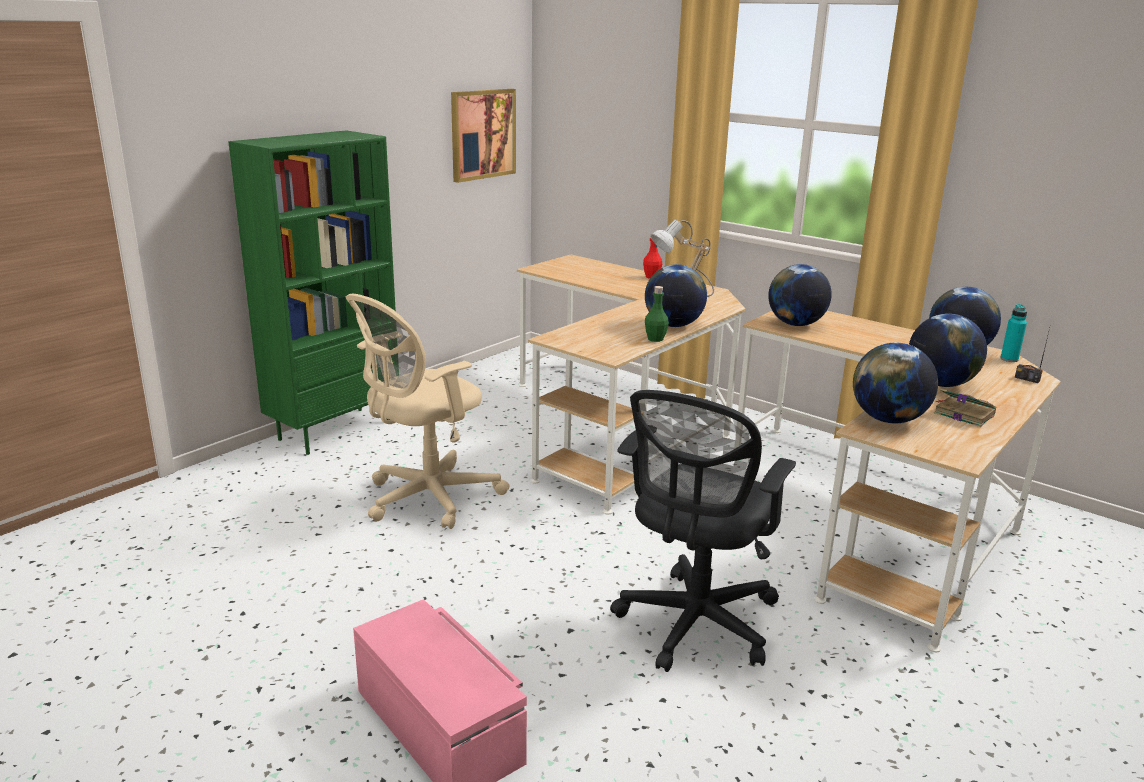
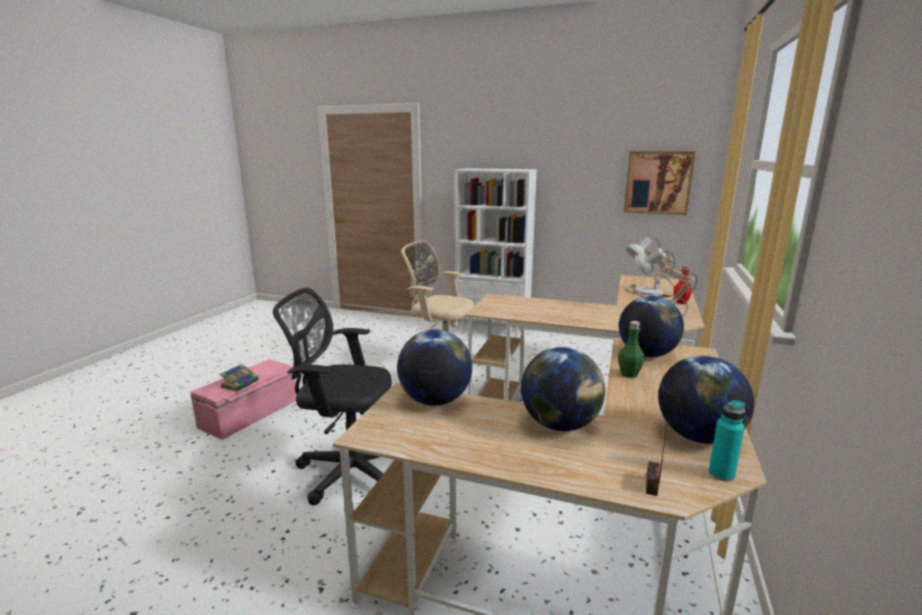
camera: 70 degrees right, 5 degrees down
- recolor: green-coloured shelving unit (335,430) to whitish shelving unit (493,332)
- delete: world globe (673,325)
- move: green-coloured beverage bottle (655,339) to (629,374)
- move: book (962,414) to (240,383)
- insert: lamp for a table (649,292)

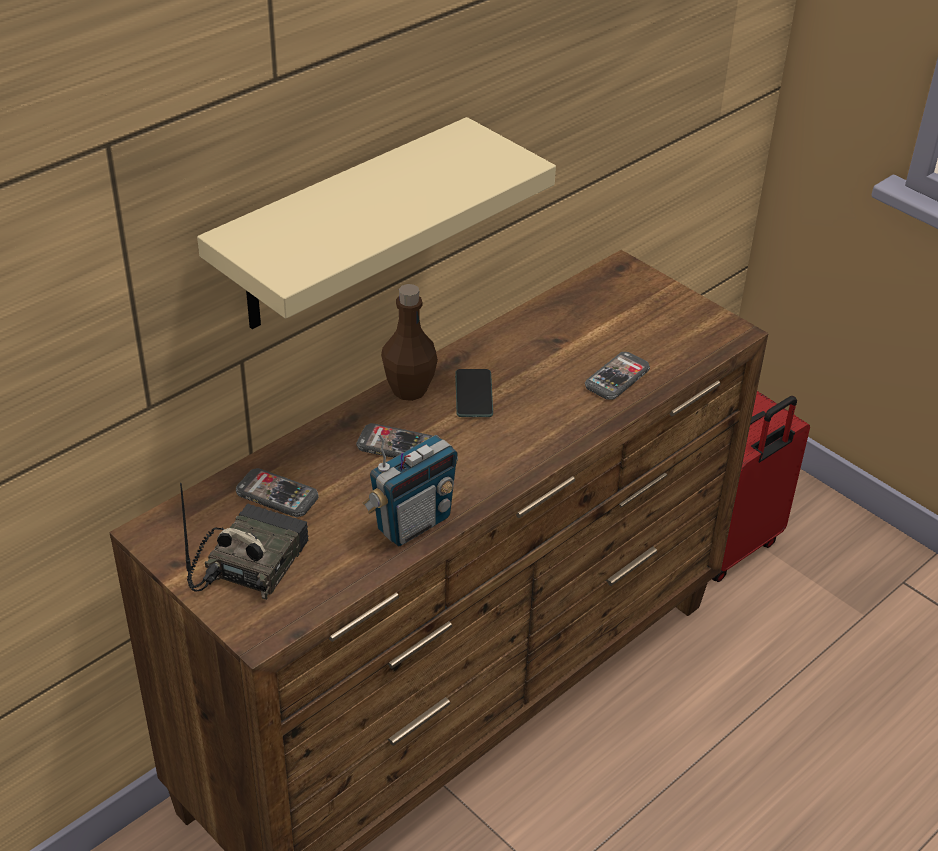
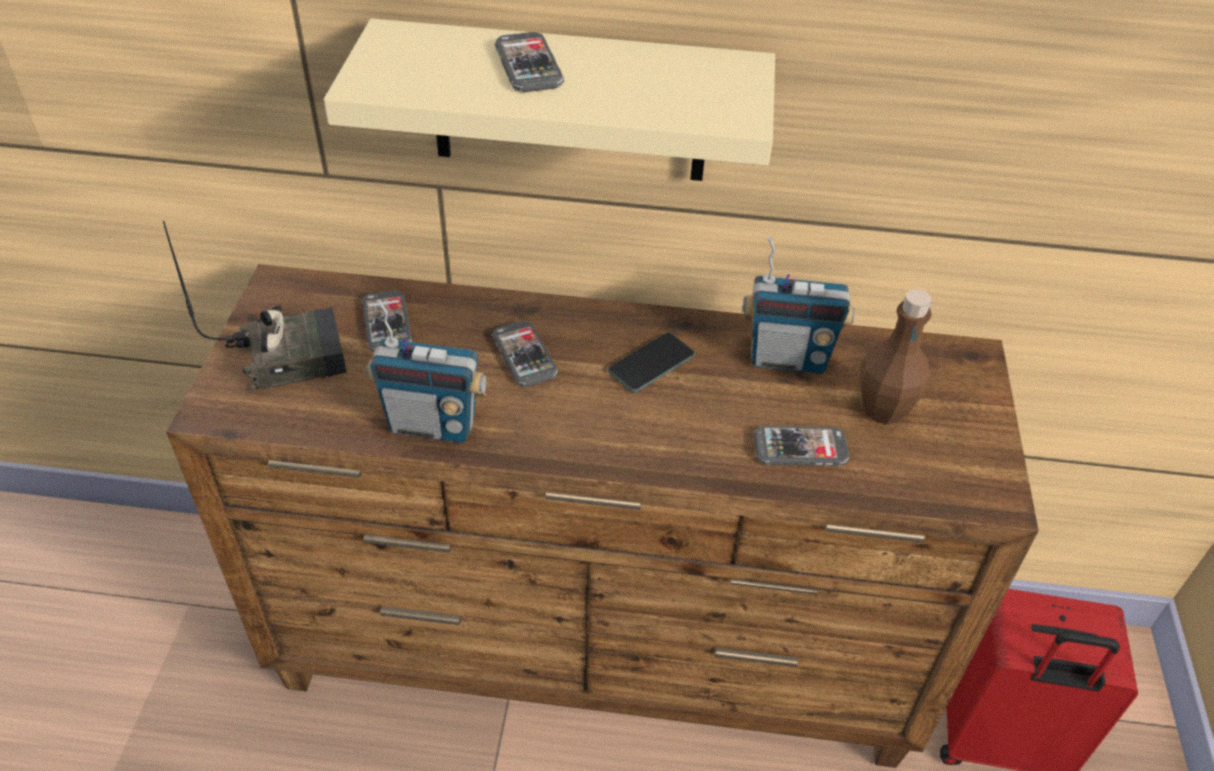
camera: 50 degrees right, 5 degrees up
- move: brownish beverage bottle (409,389) to (883,409)
- insert: phone (528,65)
- insert: radio (787,358)

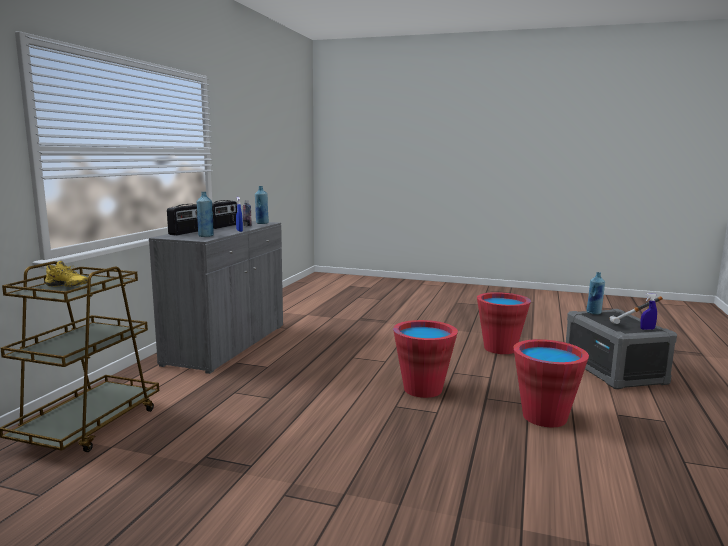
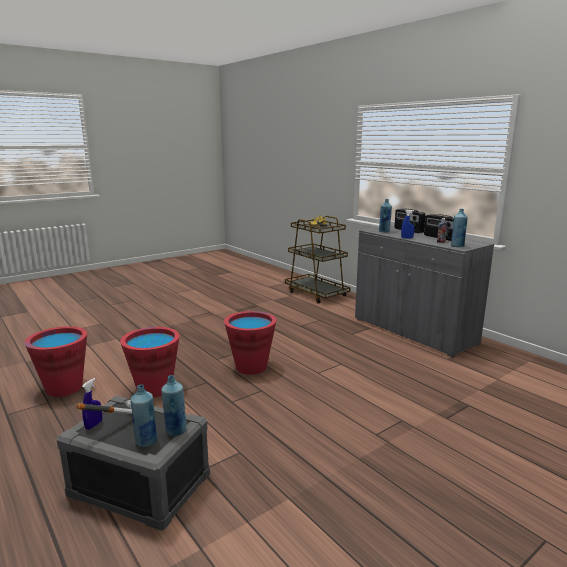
camera: 125 degrees right, 5 degrees up
- move: red pail (500,348) to (64,388)
- insert: blue beverage bottle (146,441)

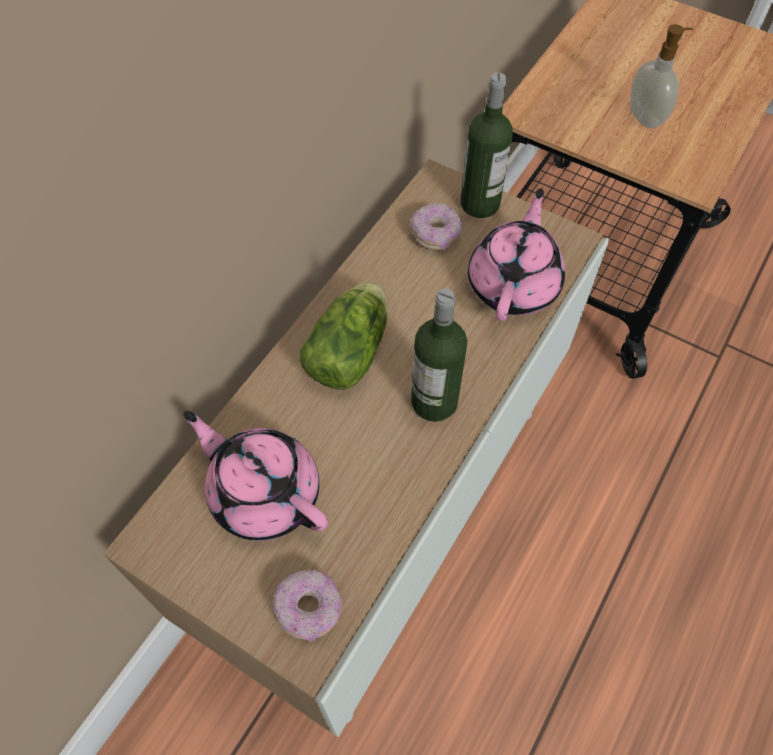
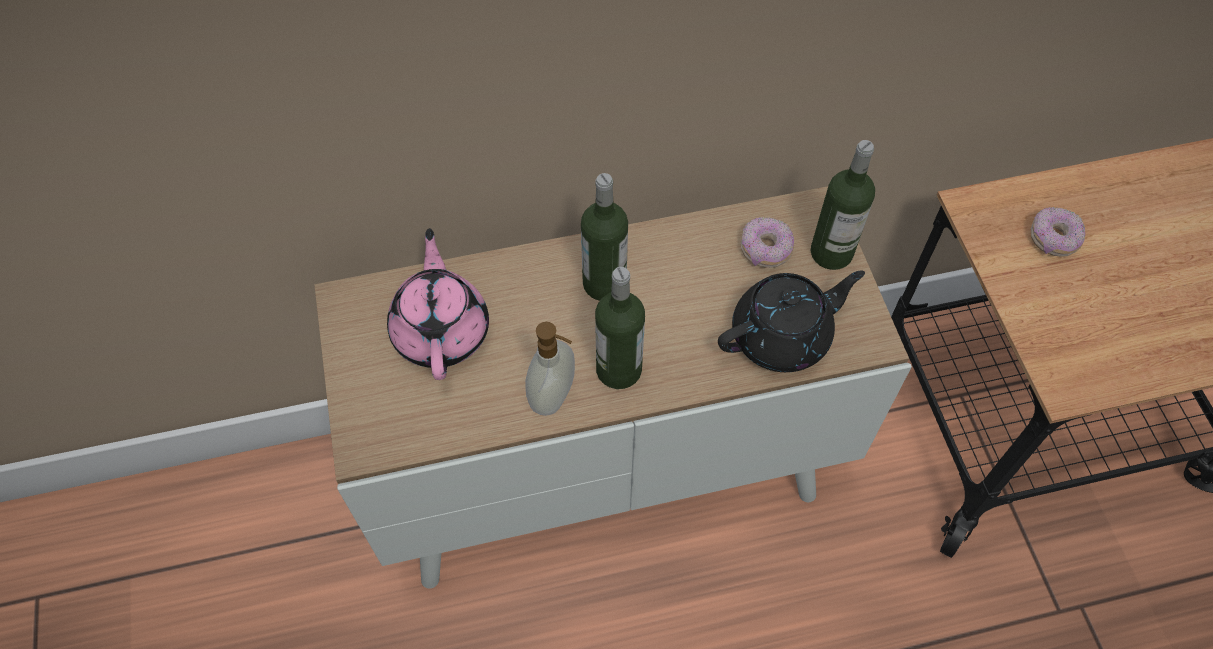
camera: 45 degrees right, 0 degrees up
- move: doughnut (309,608) to (1053,239)
- replace: lettuce head (351,348) to beverage bottle (604,283)
- recolor: pink teapot (514,284) to black-coloured teapot (782,336)
- move: liquid soap bottle (646,117) to (554,396)

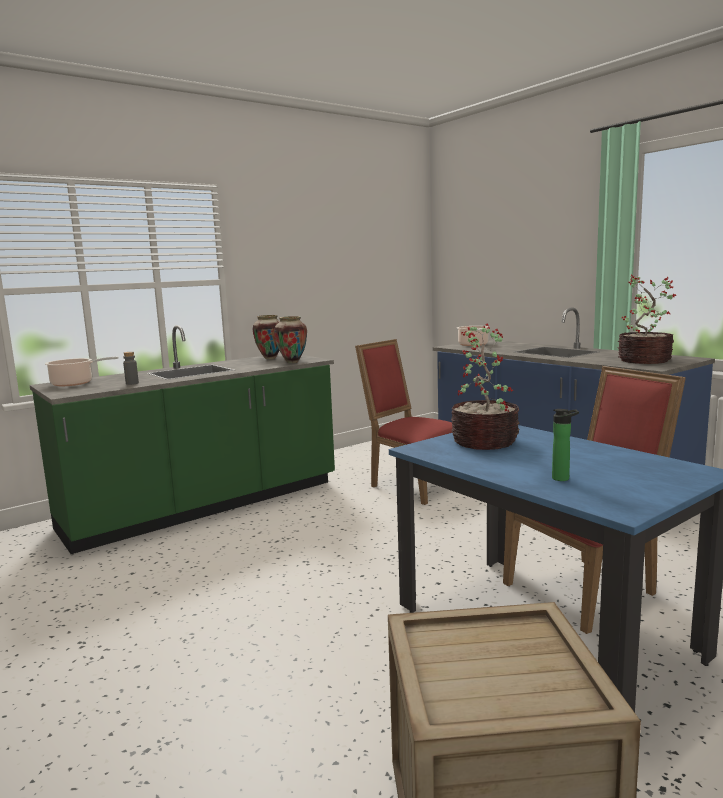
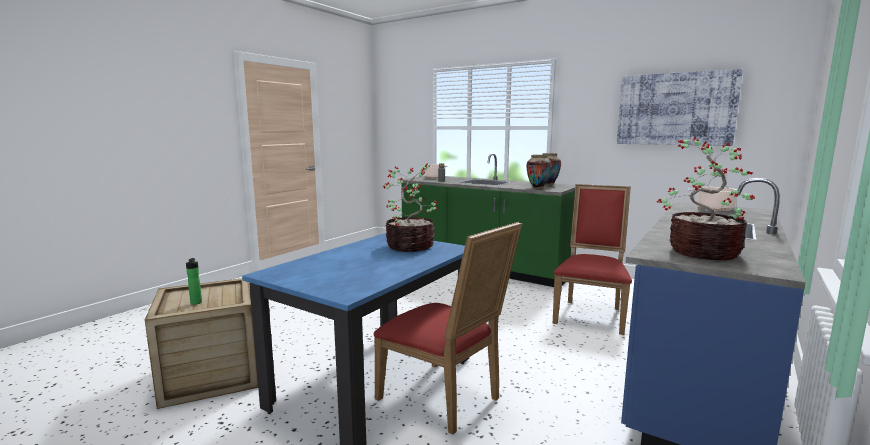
camera: 70 degrees right, 0 degrees up
- move: beverage bottle (563,478) to (196,303)
- insert: picture (675,109)

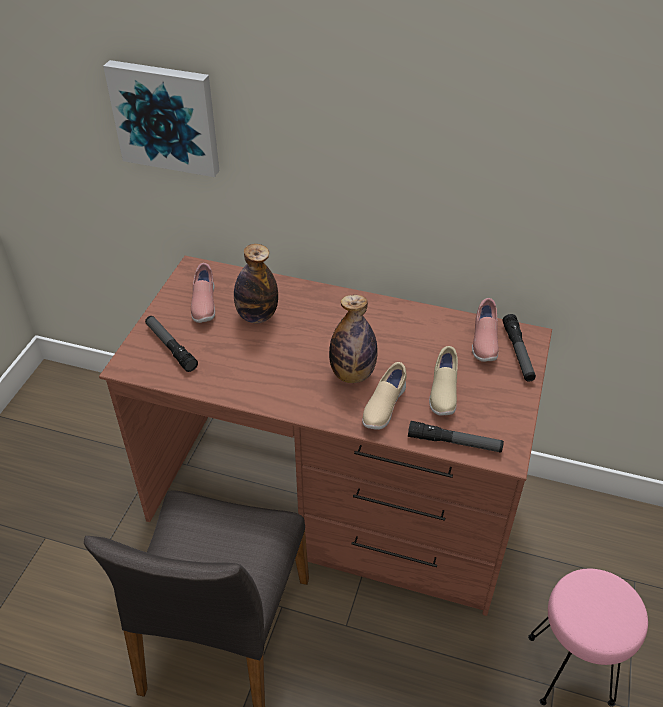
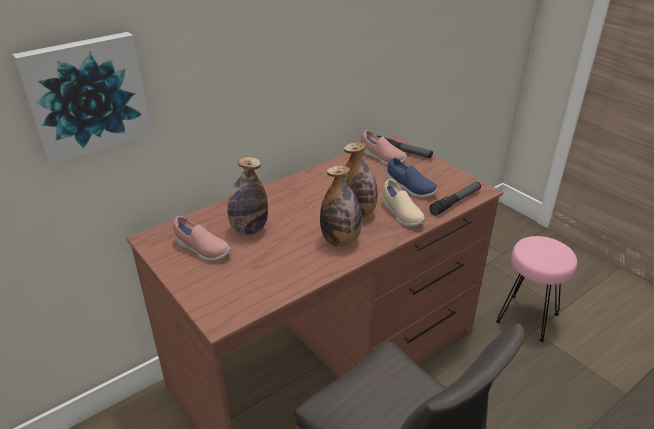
camera: 55 degrees left, 10 degrees down
- delete: hand torch (171,347)
- recolor: beige shoe (442,393) to blue shoe (410,188)
- insert: beverage bottle (340,240)

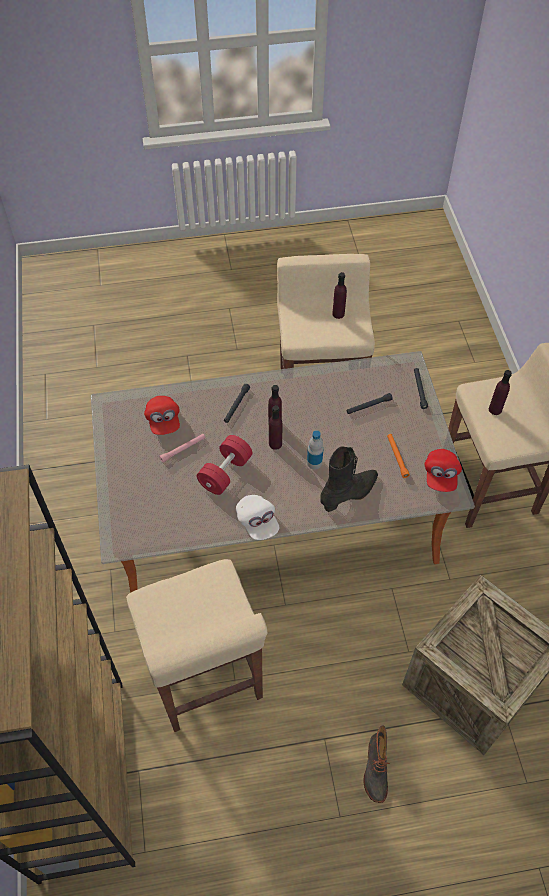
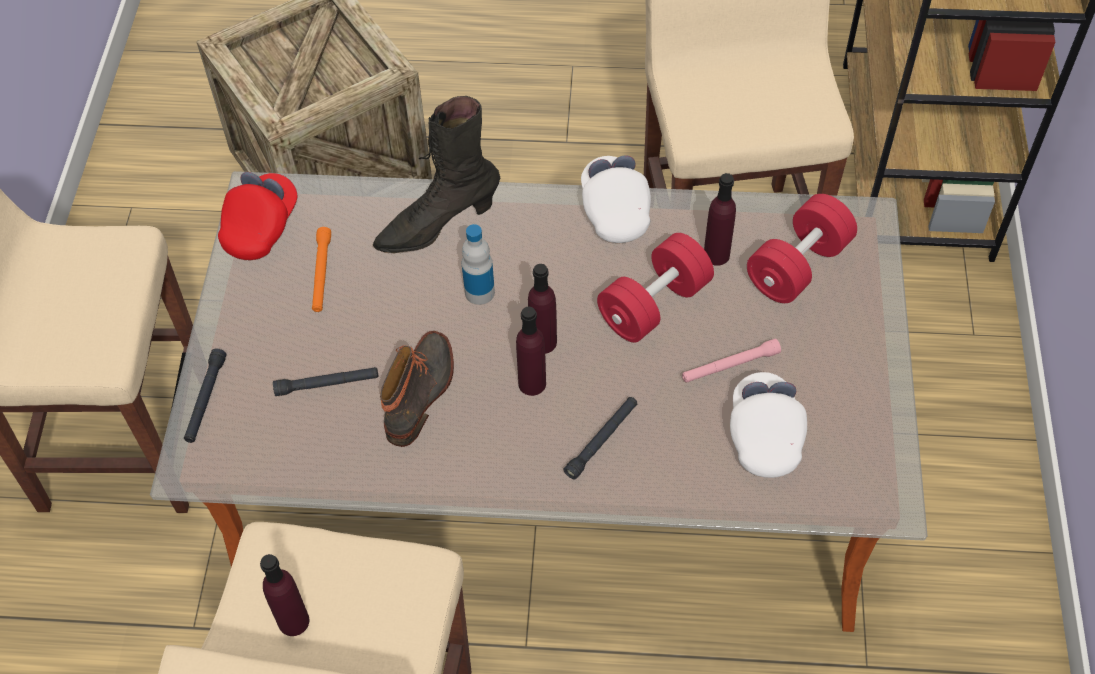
camera: 165 degrees left, 0 degrees up
- recolor: red cap (163,421) to whitish cap (764,434)
- move: high-top boot (375,769) to (421,393)
- move: purple beverage bottle (495,409) to (716,255)
- insert: red dumbbell (798,266)

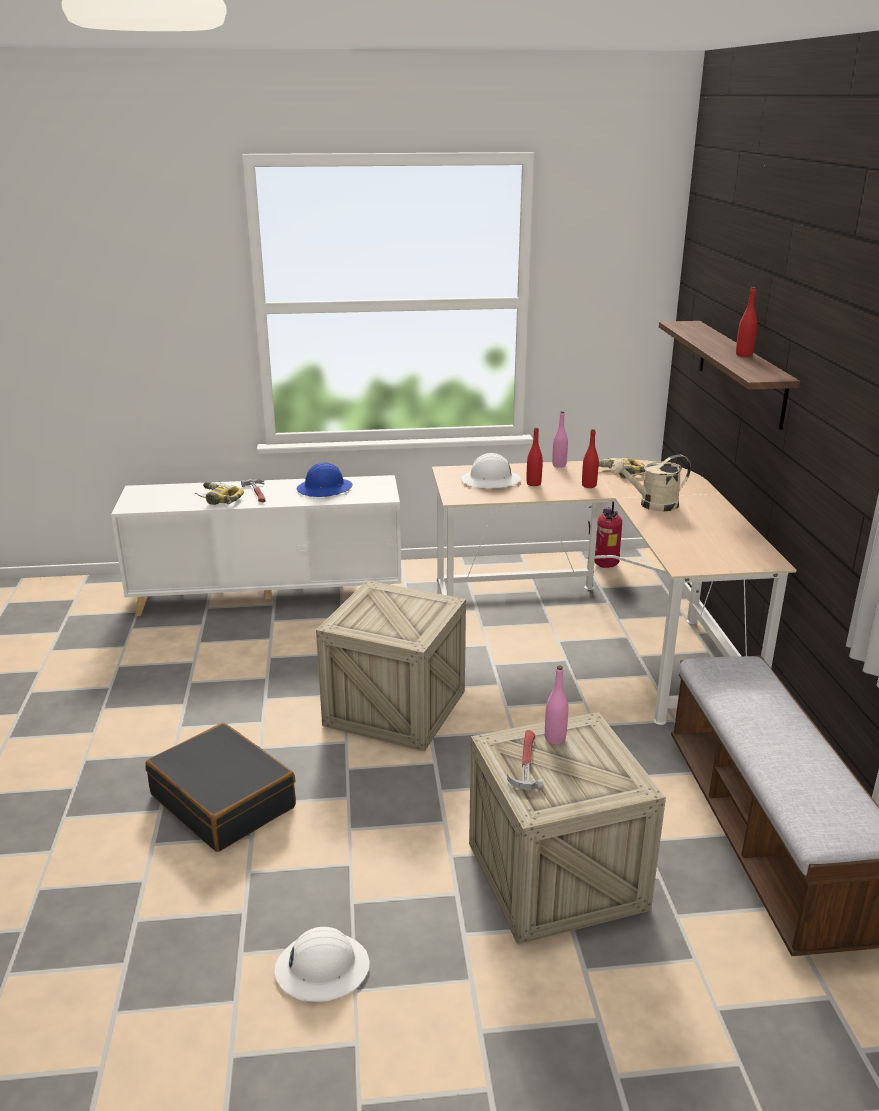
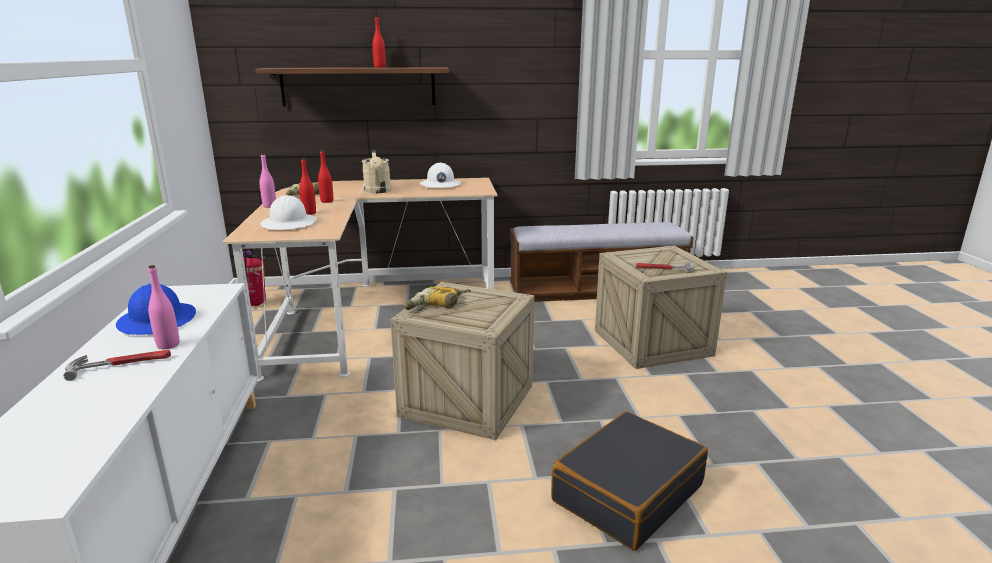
camera: 90 degrees left, 5 degrees down
- move: power drill (217,499) to (437,306)
- move: whitish hard hat (322,968) to (440,185)
- move: pink beverage bottle (555,738) to (168,345)

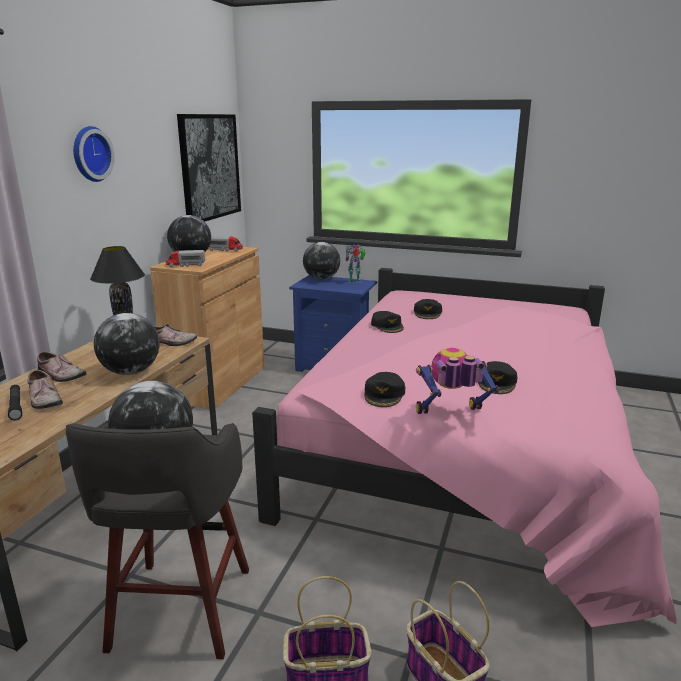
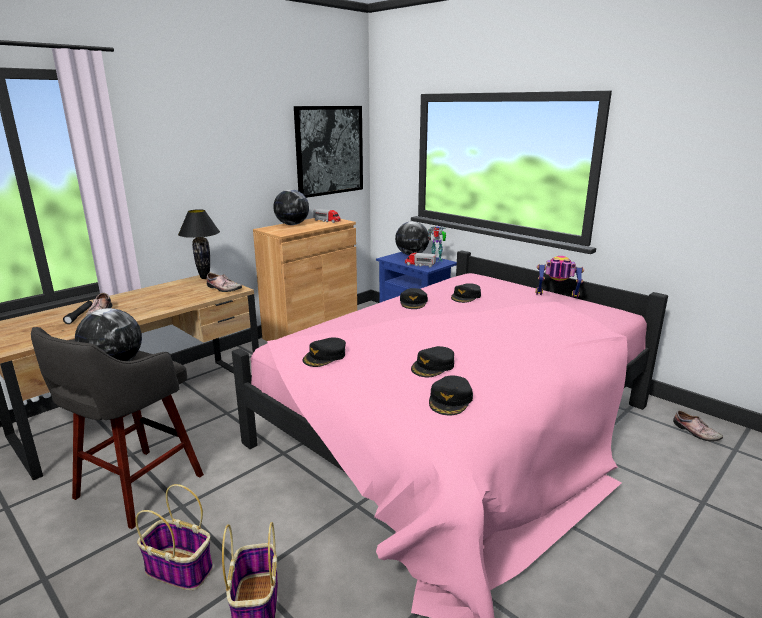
camera: 25 degrees right, 0 degrees up
- move: shoe (60,375) to (695,432)
- delete: hanging clock (89,154)
- delete: world globe (131,372)
- move: model truck (186,265) to (420,265)
- move: toy robot (451,415) to (556,298)
- insert: black-coloured cap (450,400)

